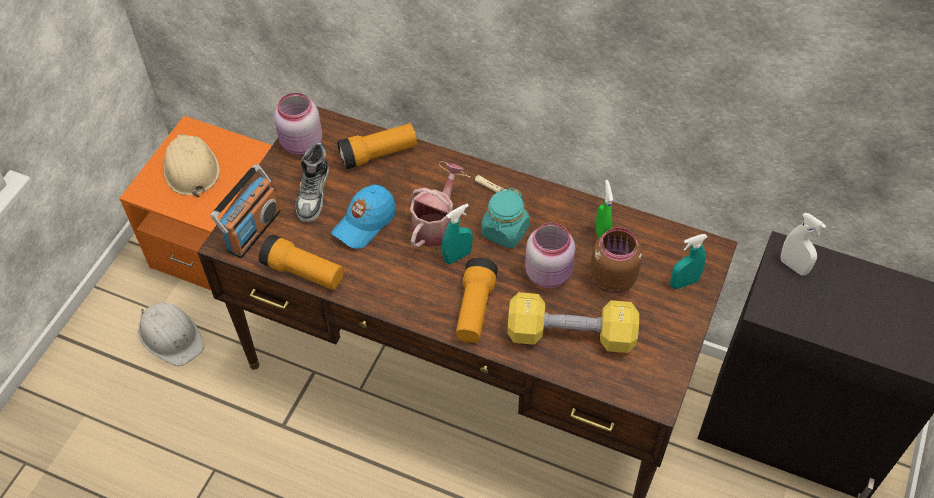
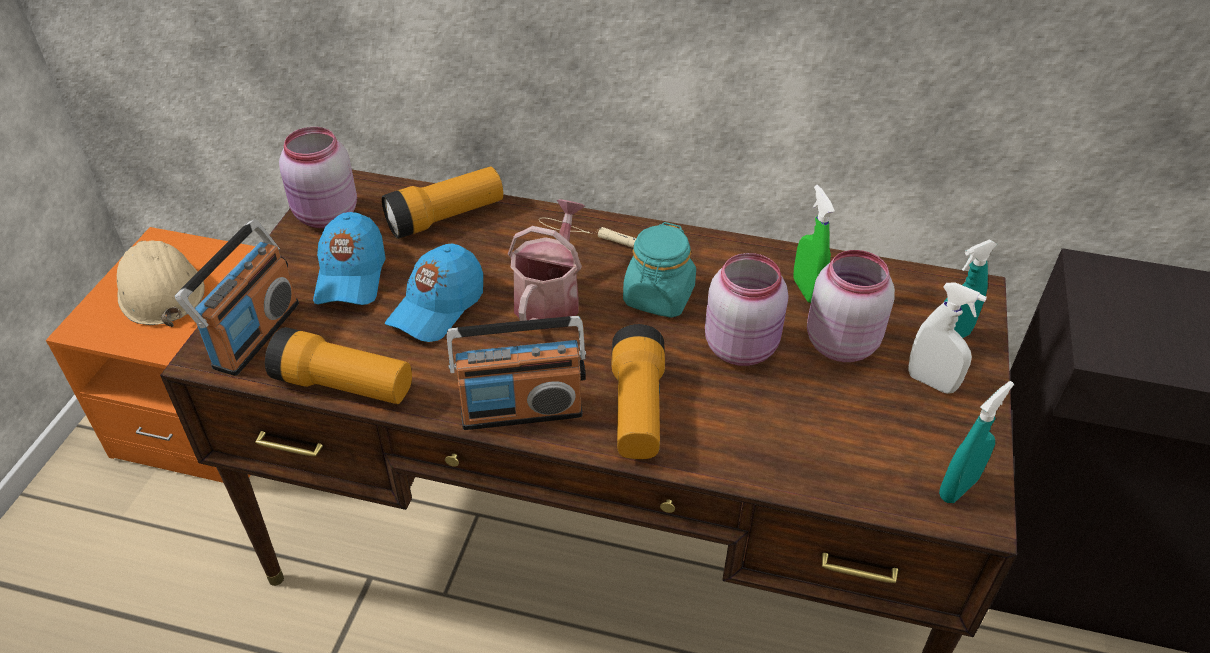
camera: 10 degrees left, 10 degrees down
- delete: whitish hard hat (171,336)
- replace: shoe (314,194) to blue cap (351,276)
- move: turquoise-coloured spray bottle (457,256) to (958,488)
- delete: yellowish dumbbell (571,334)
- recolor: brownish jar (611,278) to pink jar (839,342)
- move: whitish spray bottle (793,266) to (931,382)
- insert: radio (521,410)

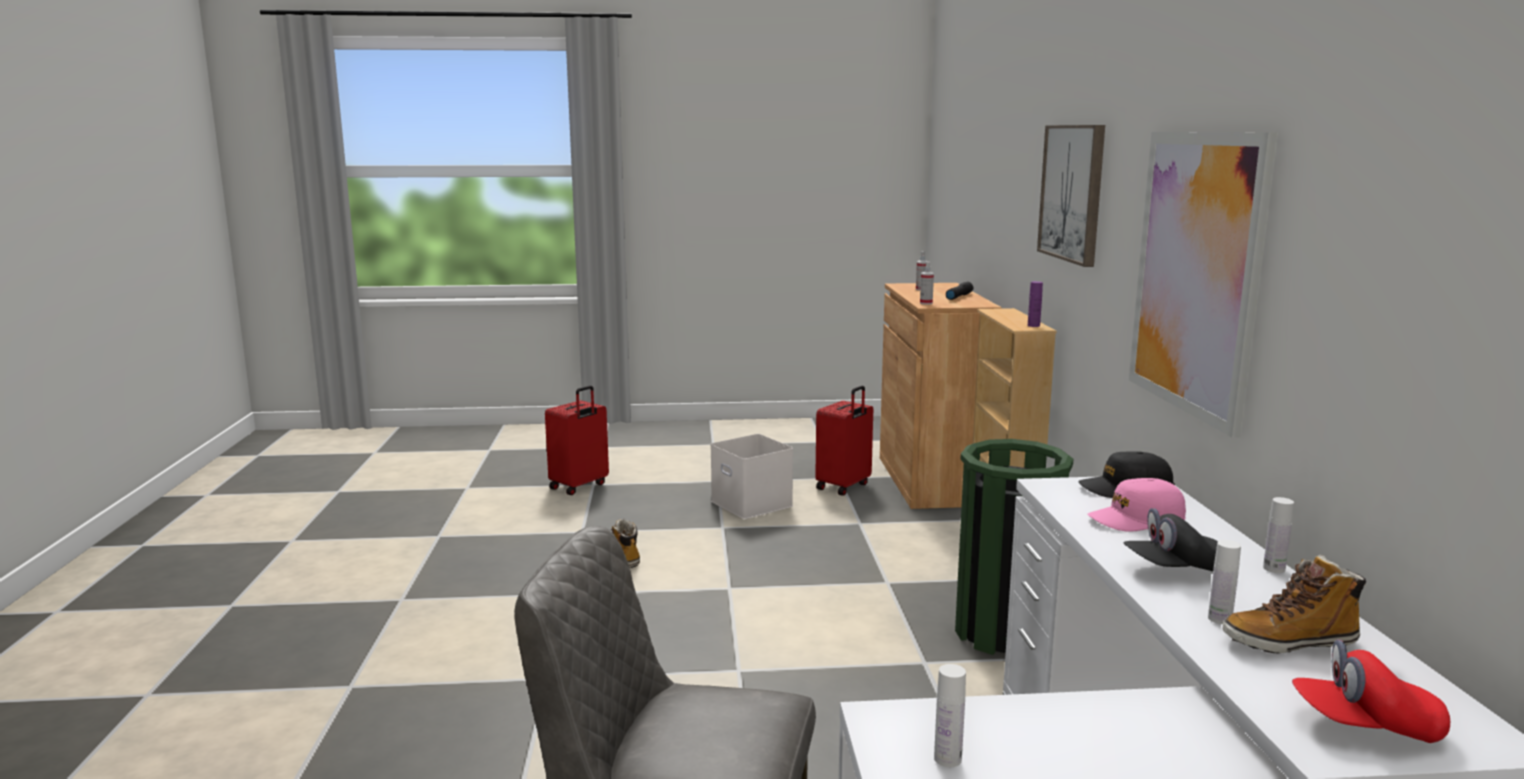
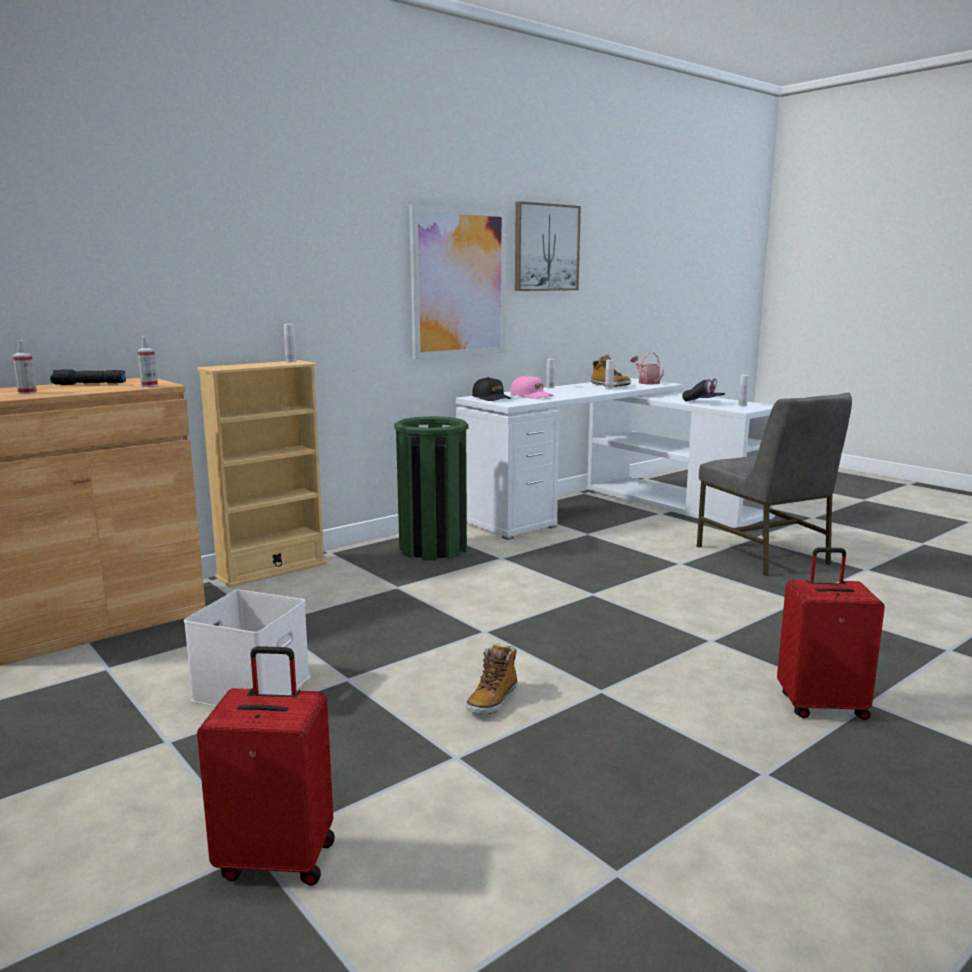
camera: 125 degrees left, 0 degrees up
- move: red travel case (844,487) to (821,705)
- recolor: purple beverage bottle (1033,325) to whitish beverage bottle (291,361)
- move: picture (1073,192) to (546,247)
- move: black-coloured cap (1174,569) to (702,402)
- replace: red cap (1365,726) to watering can (646,382)

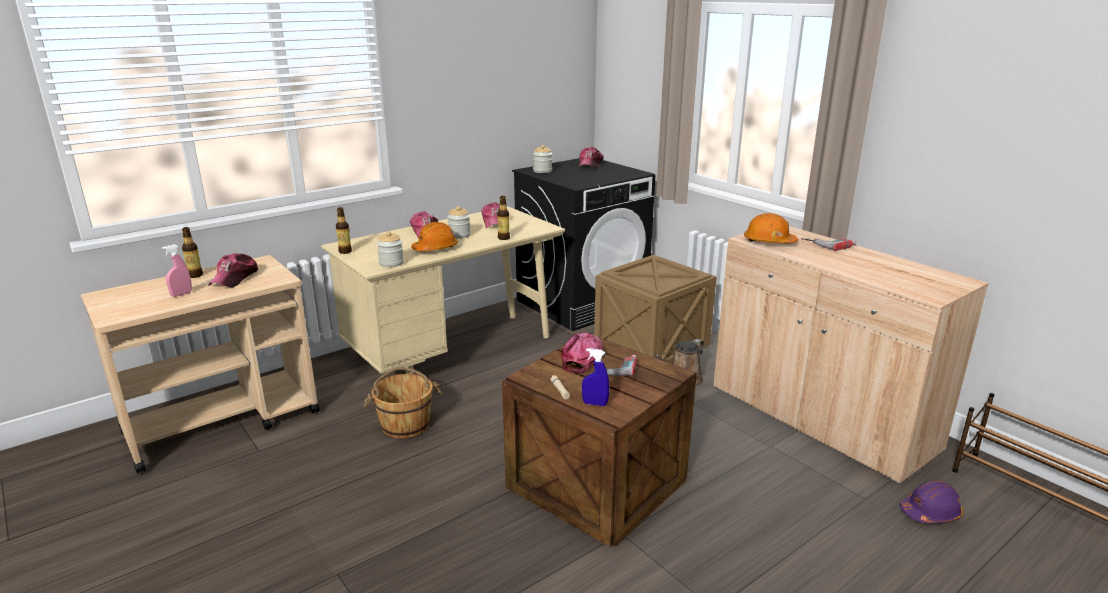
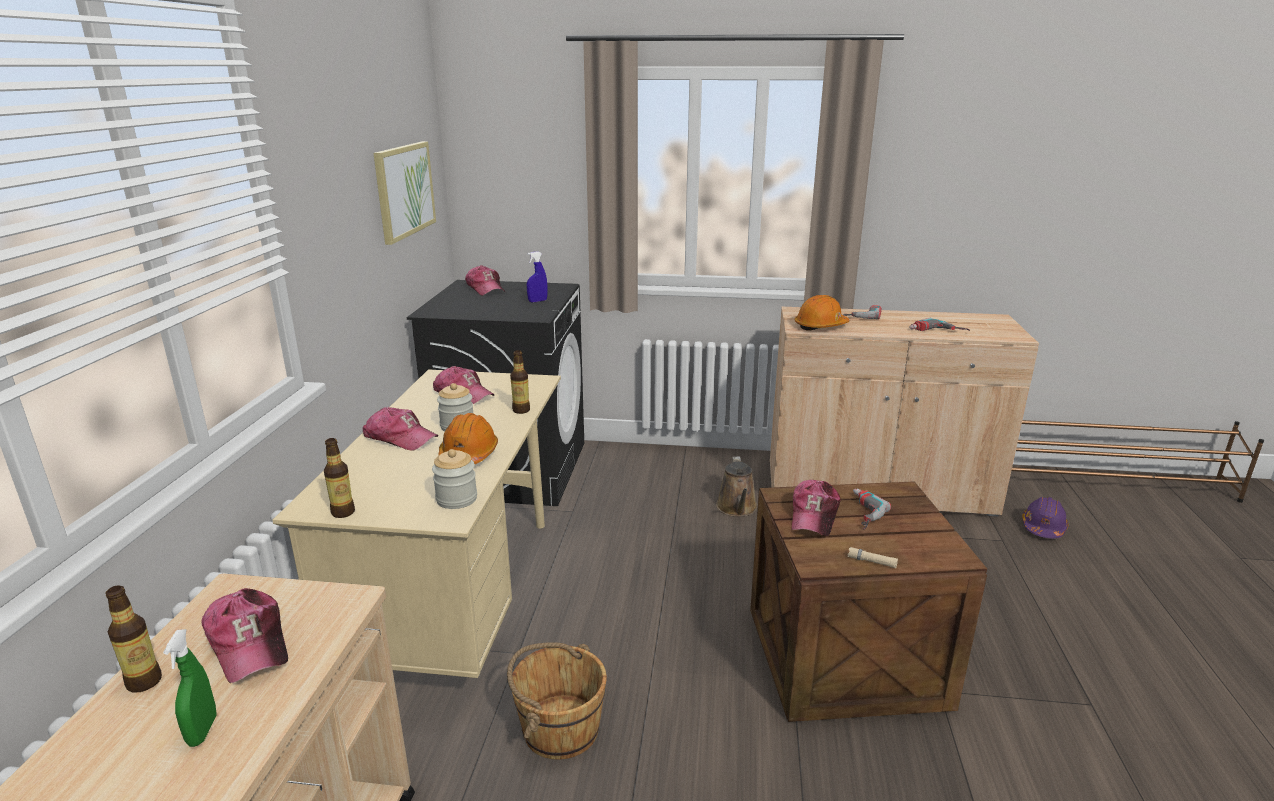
camera: 45 degrees left, 0 degrees up
- recolor: pink spray bottle (181,294) to green-coloured spray bottle (202,731)
- delete: jar (542,171)
- rotate: cap (582,357) = (814,516) 135 degrees counterclockwise
- move: blue spray bottle (595,404) to (537,301)
- delete: crate (652,346)
- insert: picture (404,190)
- insert: power drill (937,332)

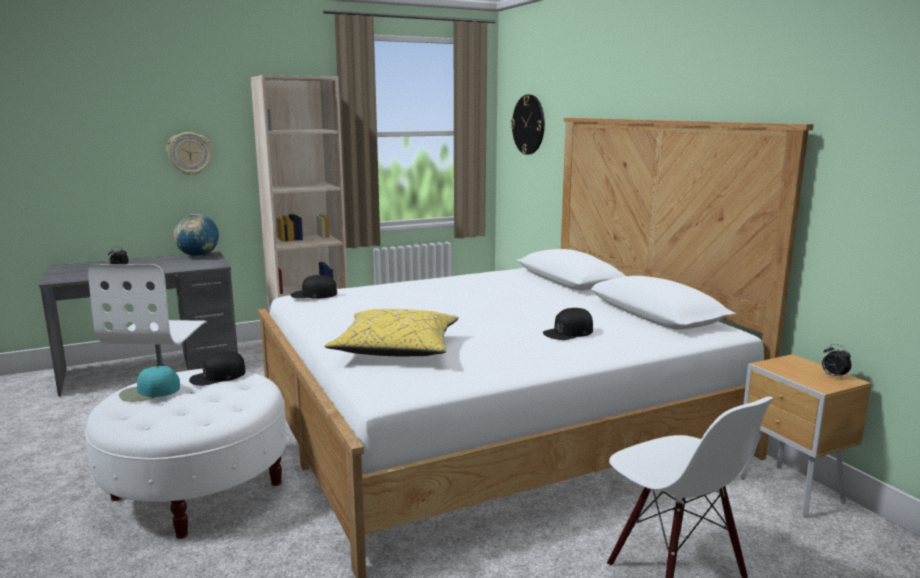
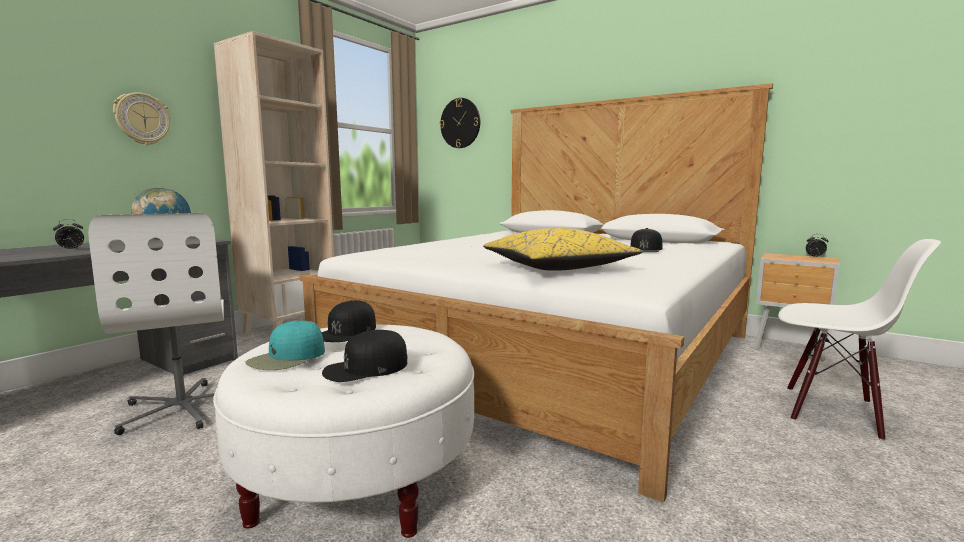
camera: 30 degrees left, 5 degrees down
- move: black-coloured cap (313,294) to (366,368)

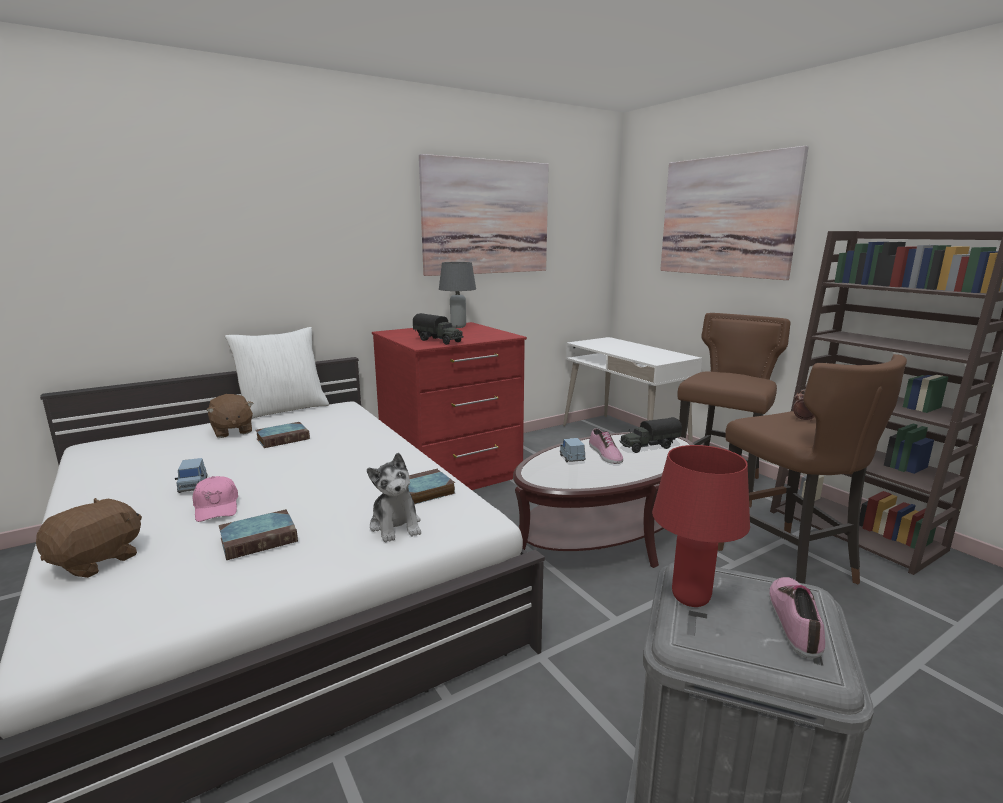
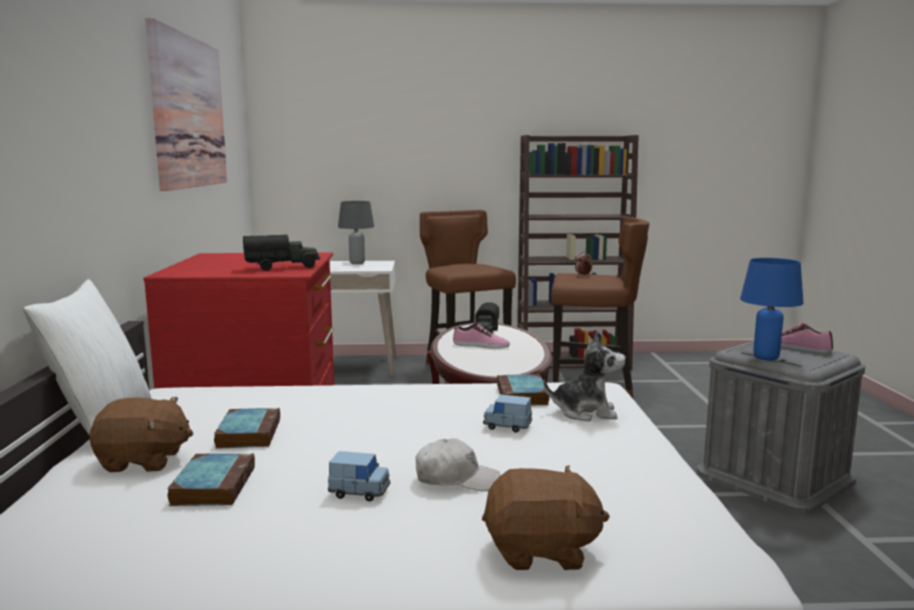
camera: 60 degrees left, 5 degrees down
- rotate: brownish cuddly toy (98,561) = (541,551) 120 degrees clockwise
- recolor: pink cap (217,507) to whitish cap (456,479)
- move: book (260,539) to (213,485)
- move: greyish lamp for a table (458,327) to (356,263)
- move: blue miniature car (572,458) to (507,426)
- recolor: red lamp for a table (689,598) to blue lamp for a table (765,358)
- delete: picture (726,216)

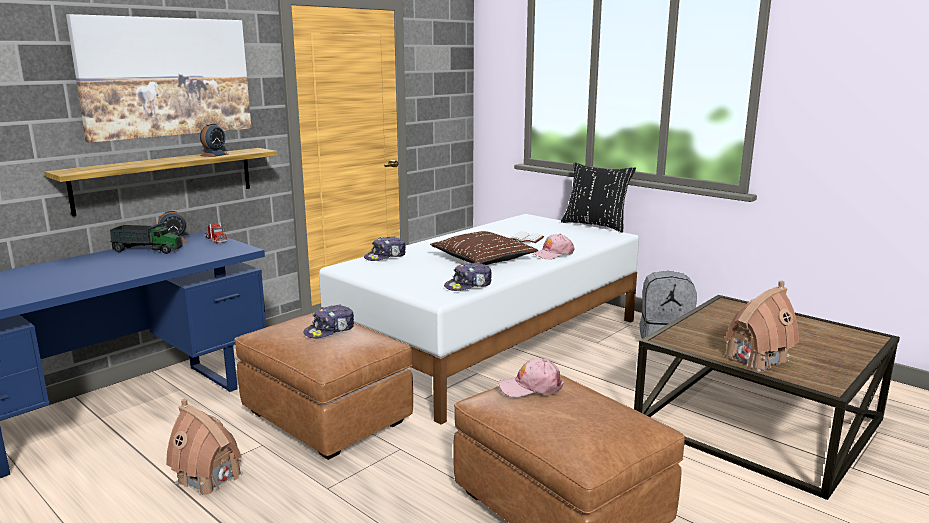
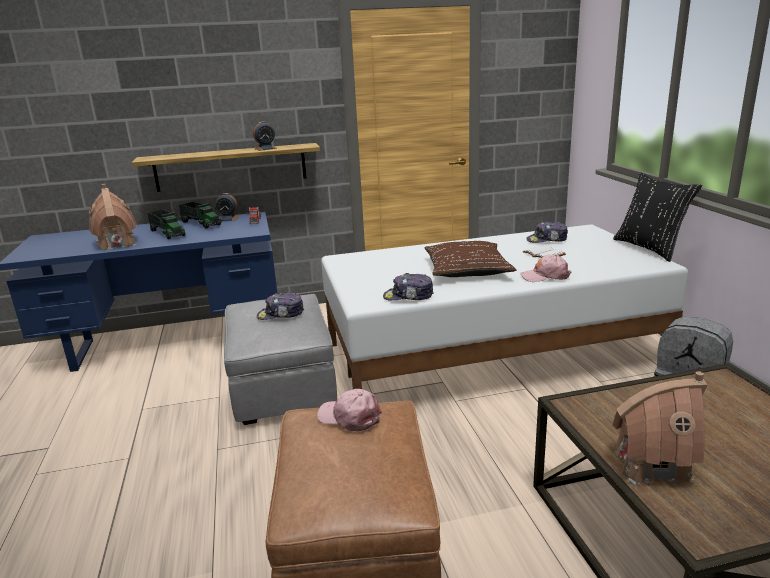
camera: 35 degrees right, 5 degrees up
- delete: picture (166,77)
- move: miniature house (209,478) to (116,244)
- recolor: brownish pouffe (327,417) to greyish pouffe (283,387)
- move: cap (386,256) to (547,240)
- insert: model truck (168,233)

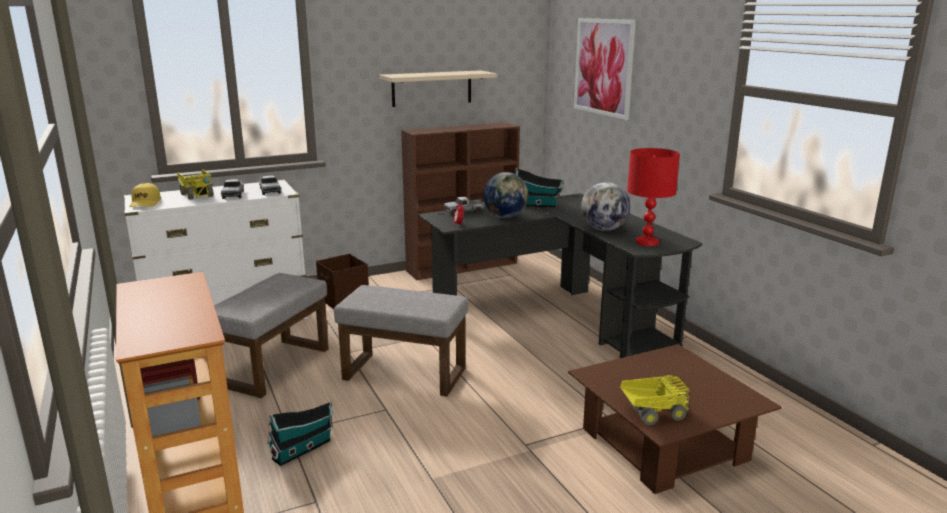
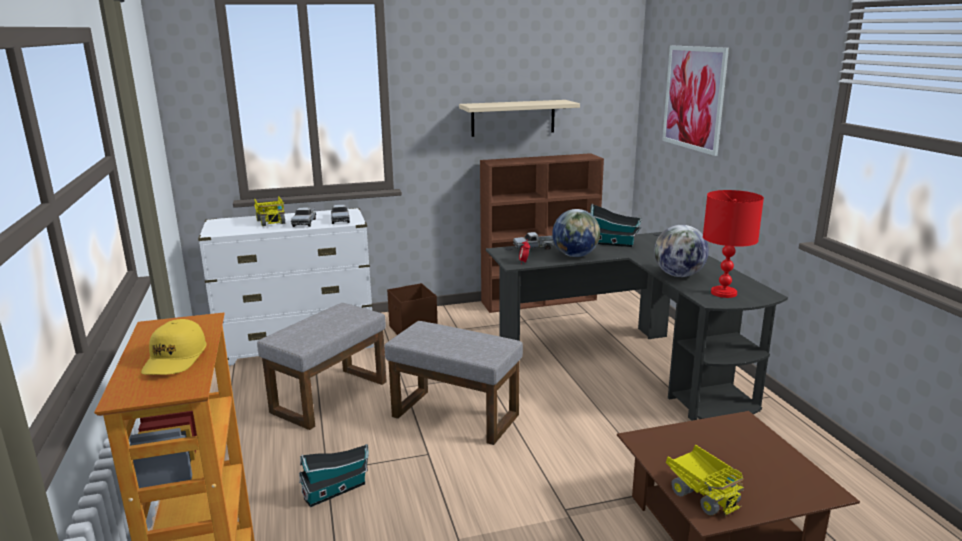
camera: 10 degrees right, 0 degrees up
- move: yellowish cap (145,203) to (175,359)
- rotate: model truck (652,413) = (702,494) 60 degrees clockwise

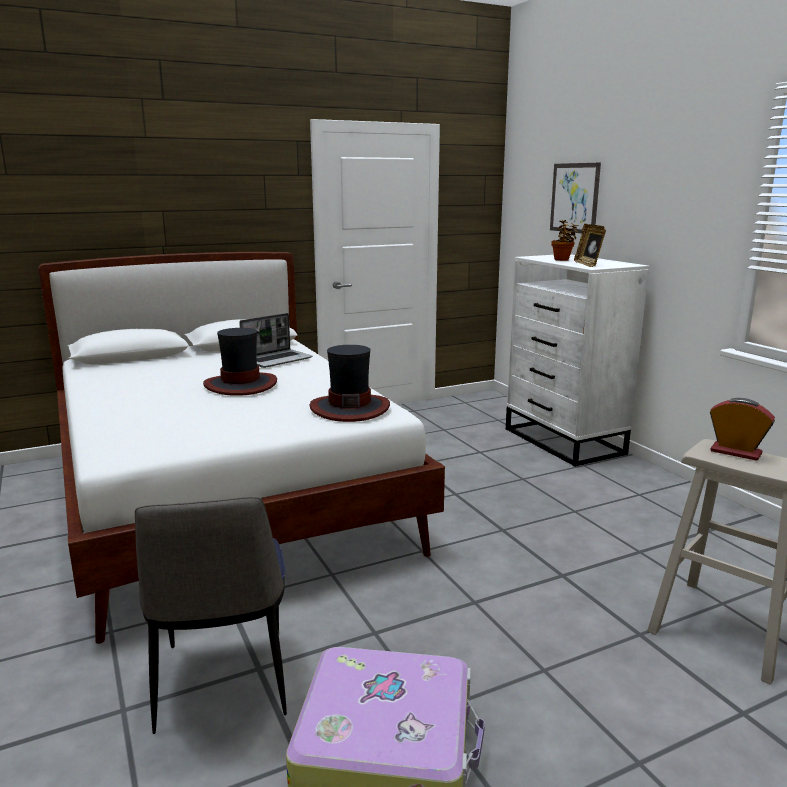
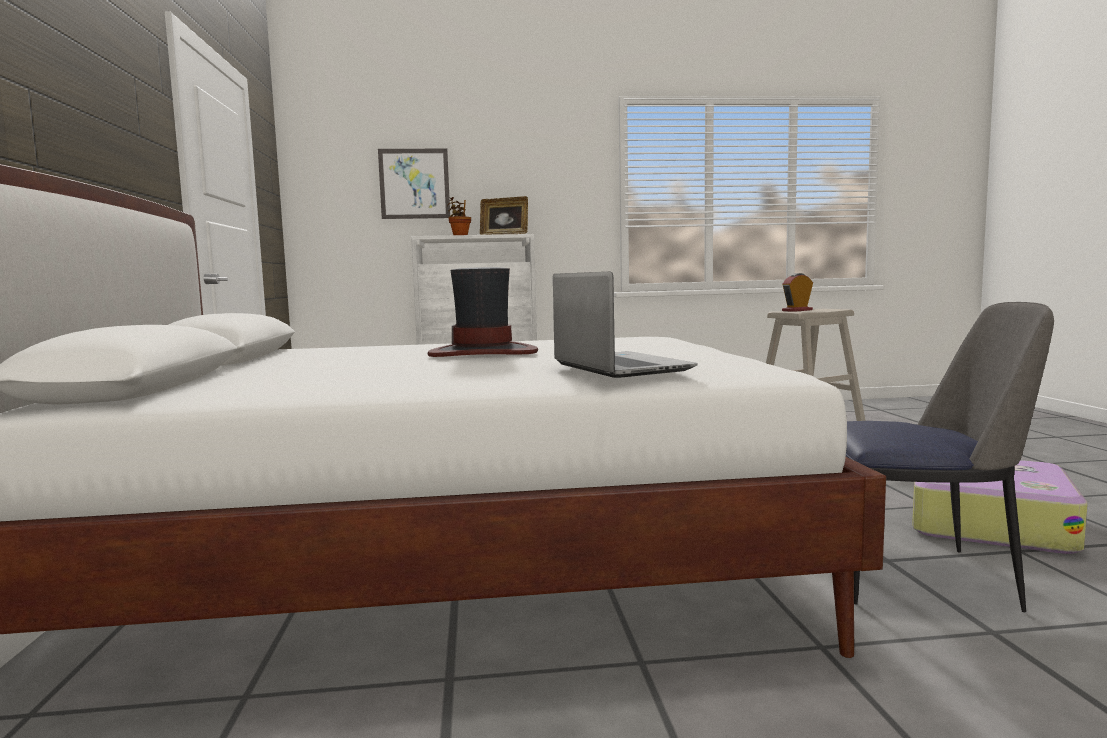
camera: 70 degrees left, 10 degrees down
- move: notebook computer (277,360) to (618,367)
- delete: clothing hat (349,408)

